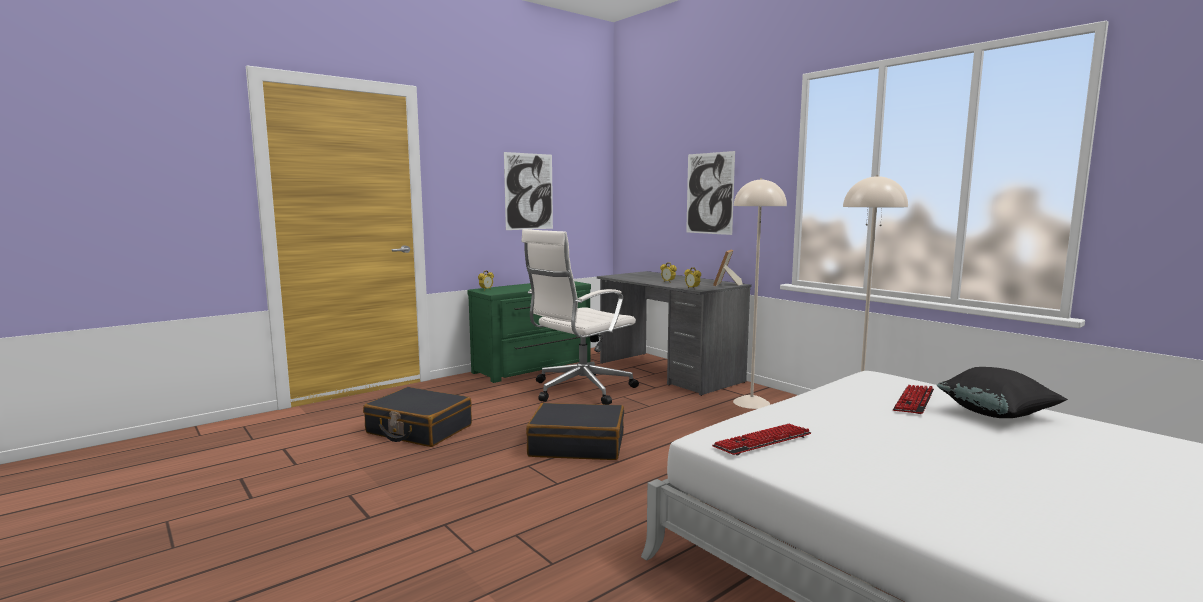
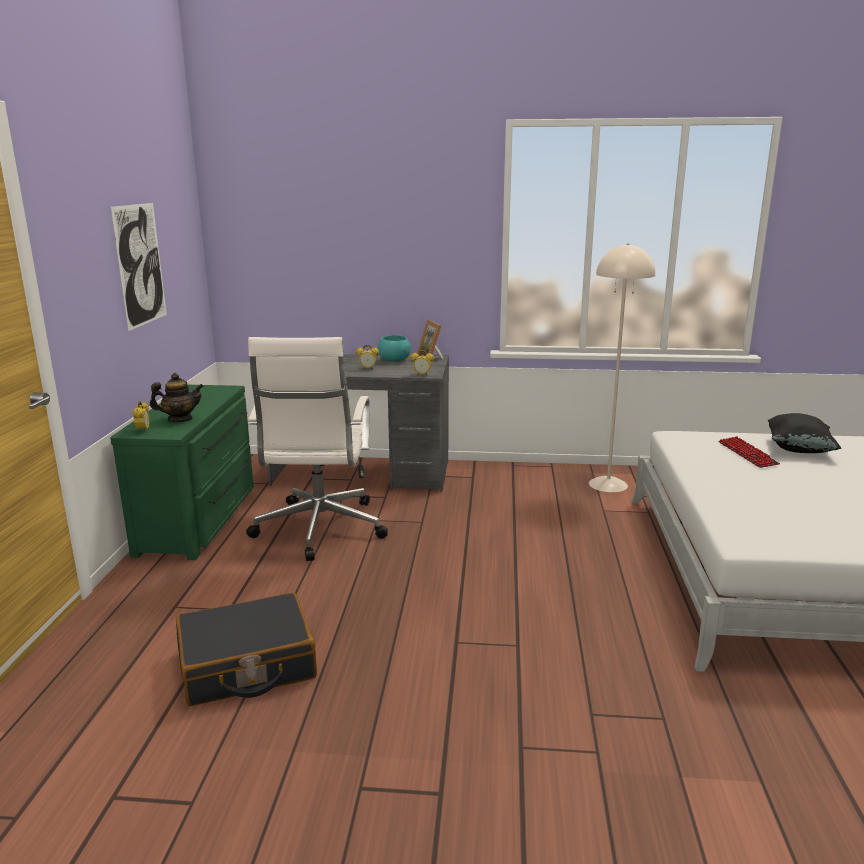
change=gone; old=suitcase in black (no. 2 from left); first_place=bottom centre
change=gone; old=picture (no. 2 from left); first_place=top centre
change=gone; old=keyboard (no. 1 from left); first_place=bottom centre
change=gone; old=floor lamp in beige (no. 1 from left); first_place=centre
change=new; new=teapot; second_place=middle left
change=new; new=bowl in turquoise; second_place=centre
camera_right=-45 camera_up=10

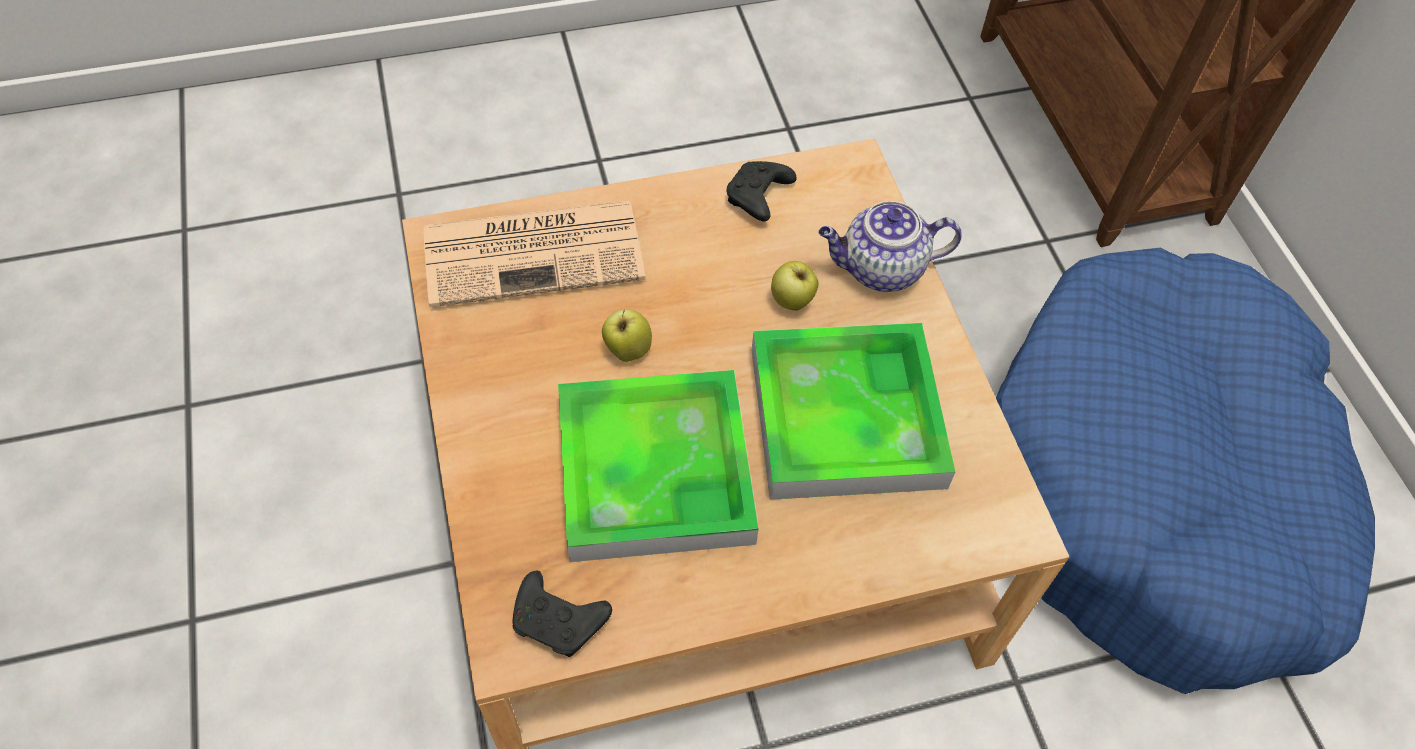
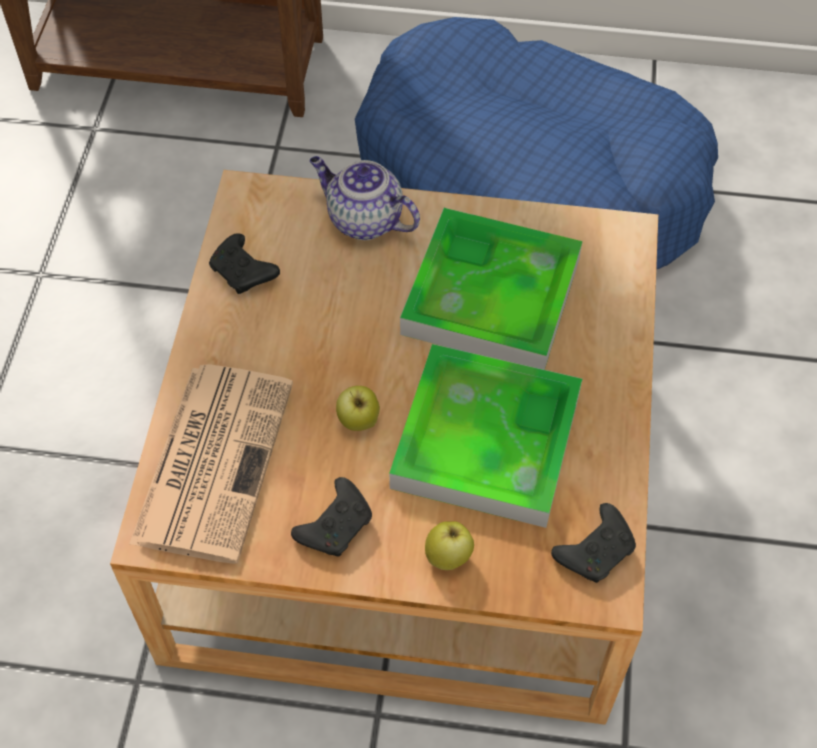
change=new; new=game controller in black (no. 2 from left); second_place=bottom centre
change=shifted; old=apple (no. 2 from left); first_place=centre; second_place=bottom centre
change=rotated; old=teapot; first_place=top centre; second_place=top centre; degrees=105
camera_right=-65 camera_up=0

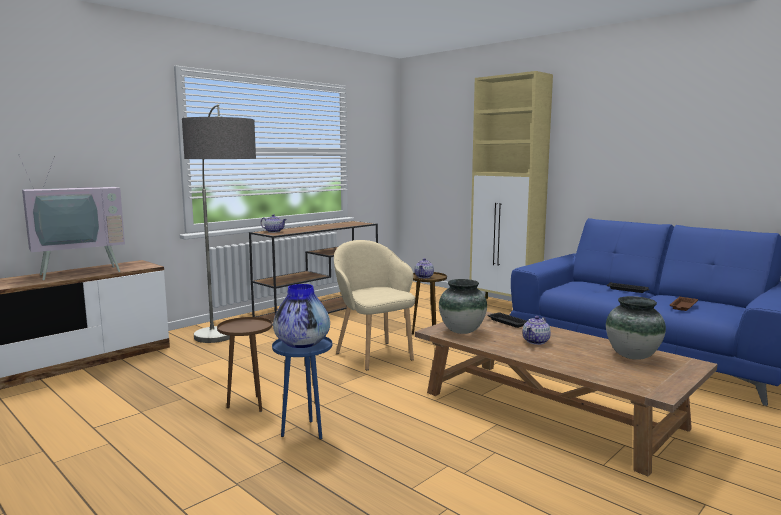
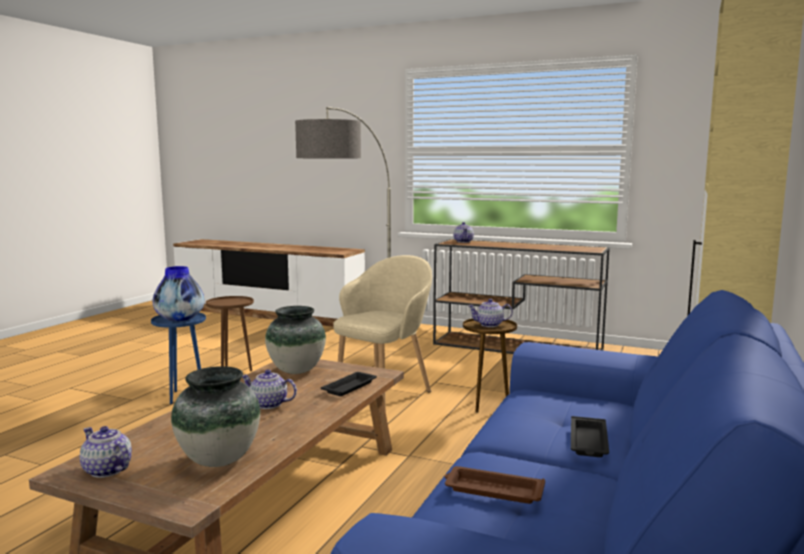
change=gone; old=television; first_place=middle left
change=new; new=teapot (no. 1 from left); second_place=bottom left
camera_right=70 camera_up=0

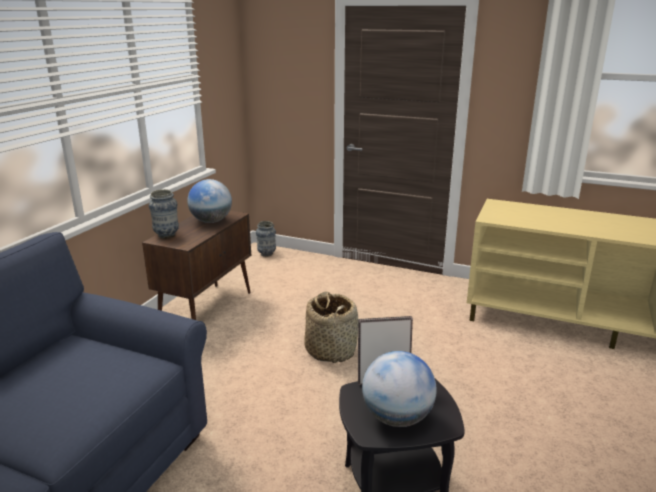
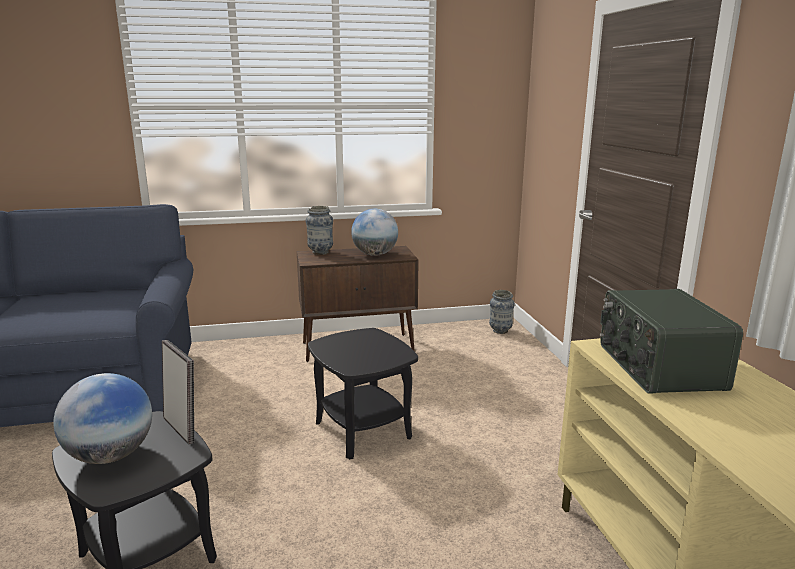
change=new; new=radio; second_place=middle right
change=swapped; old=basket; new=side table in black (no. 2 from left); first_place=centre; second_place=bottom centre
camera_right=55 camera_up=-5

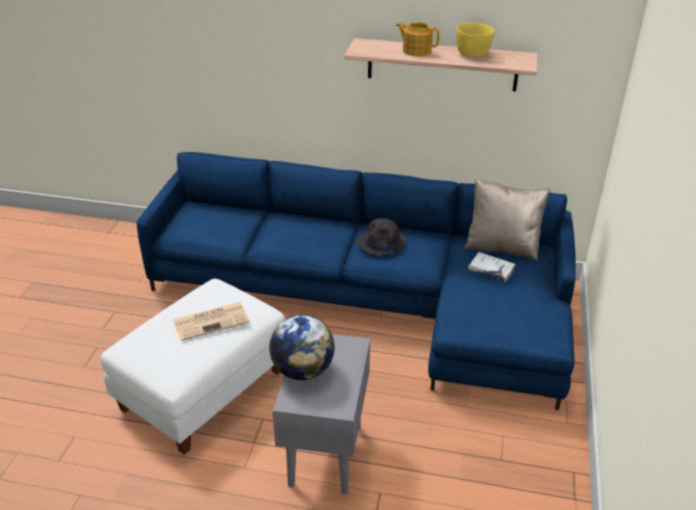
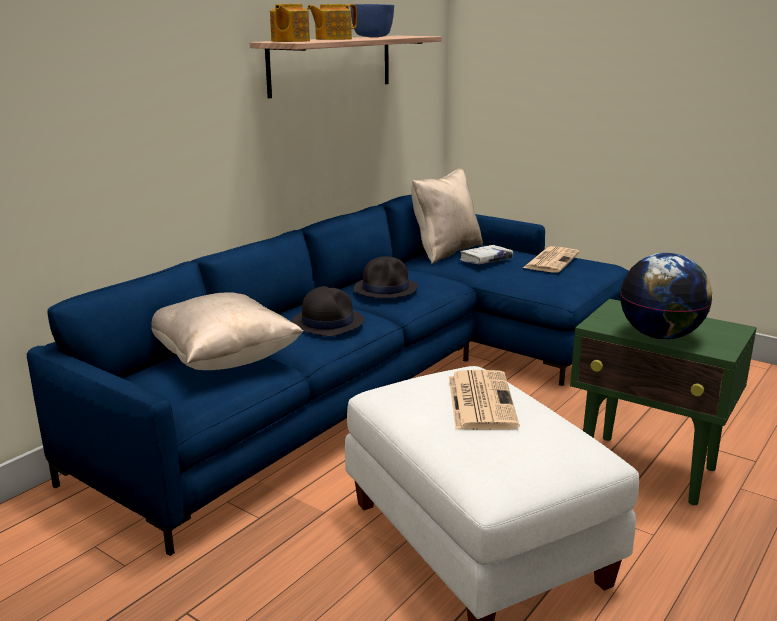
change=new; new=pillow in beige (no. 1 from left); second_place=middle left
change=new; new=teapot (no. 1 from left); second_place=top centre
change=new; new=hat in black (no. 1 from left); second_place=centre
change=new; new=newspaper (no. 2 from left); second_place=middle right
change=repainted; old=side table in grey; new=side table in green; first_place=bottom centre; second_place=middle right
change=repainted; old=bowl in yellow; new=bowl in blue; first_place=top right; second_place=top centre
camera_right=-65 camera_up=-15

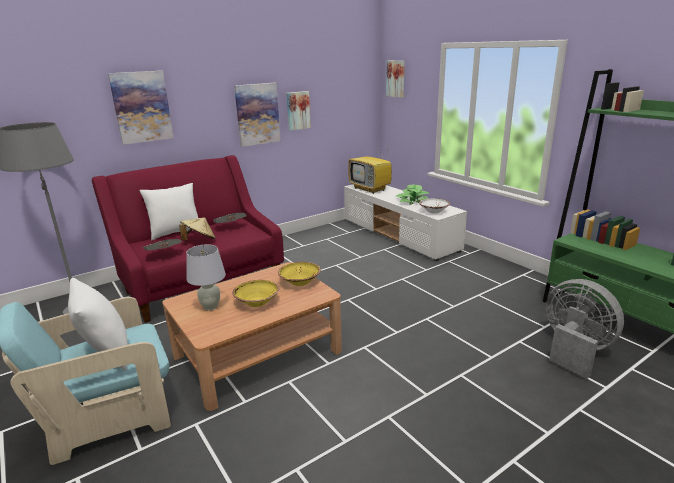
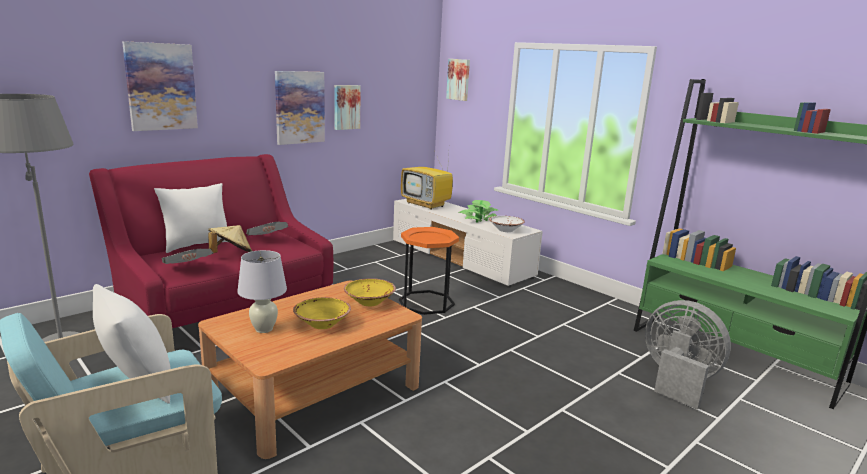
change=new; new=side table in orange; second_place=centre
camera_right=-10 camera_up=-5

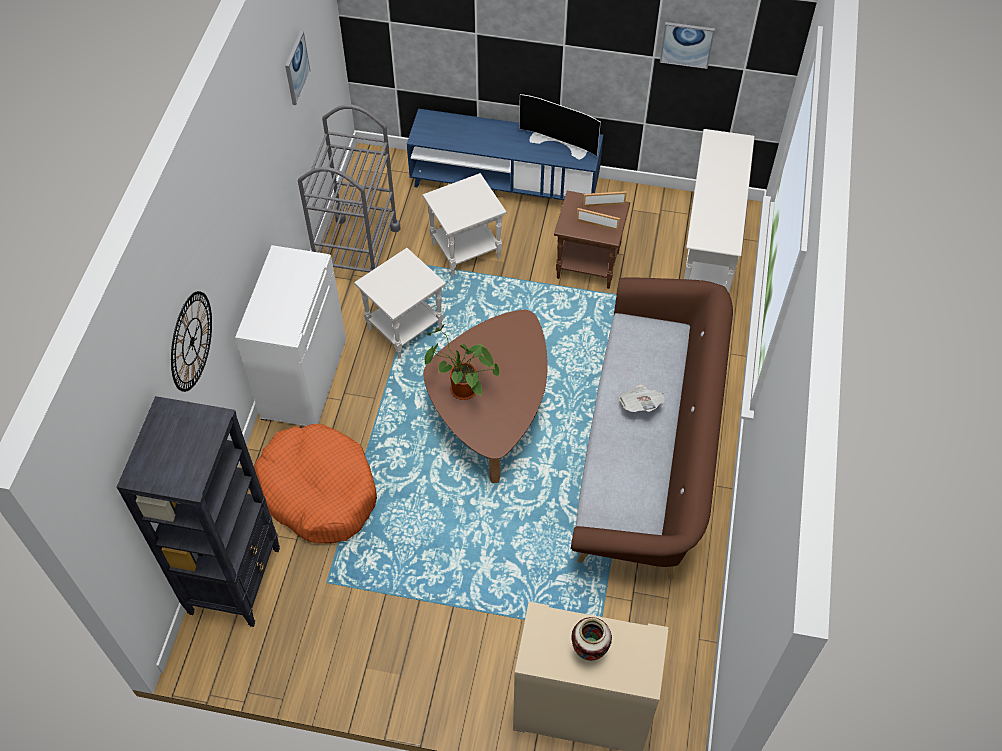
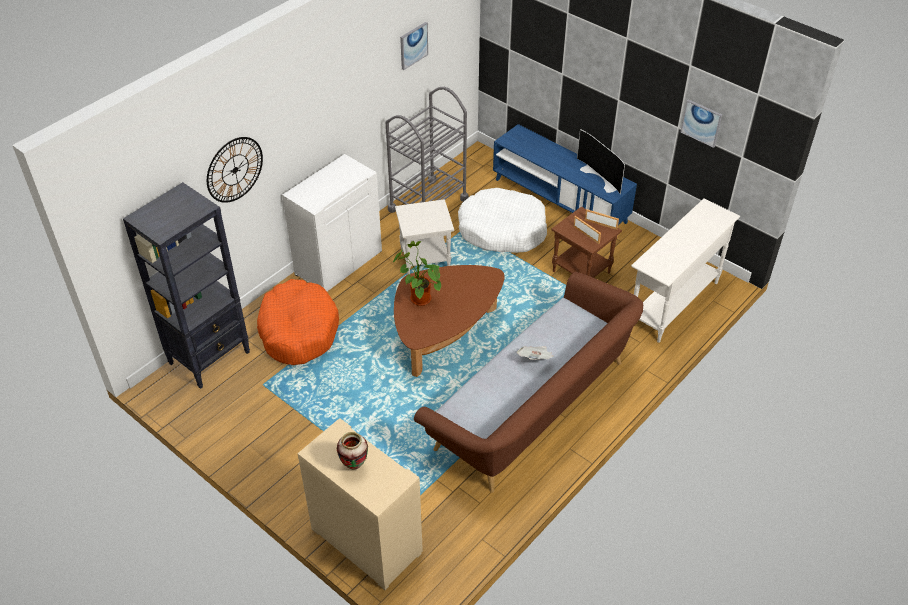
change=swapped; old=side table in white (no. 2 from left); new=dog bed in white; first_place=top centre; second_place=centre
camera_right=30 camera_up=-10

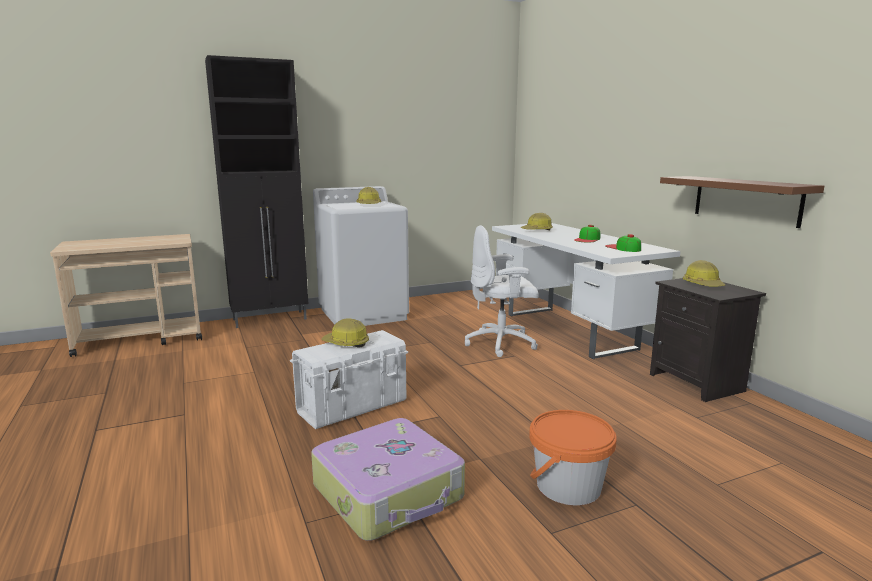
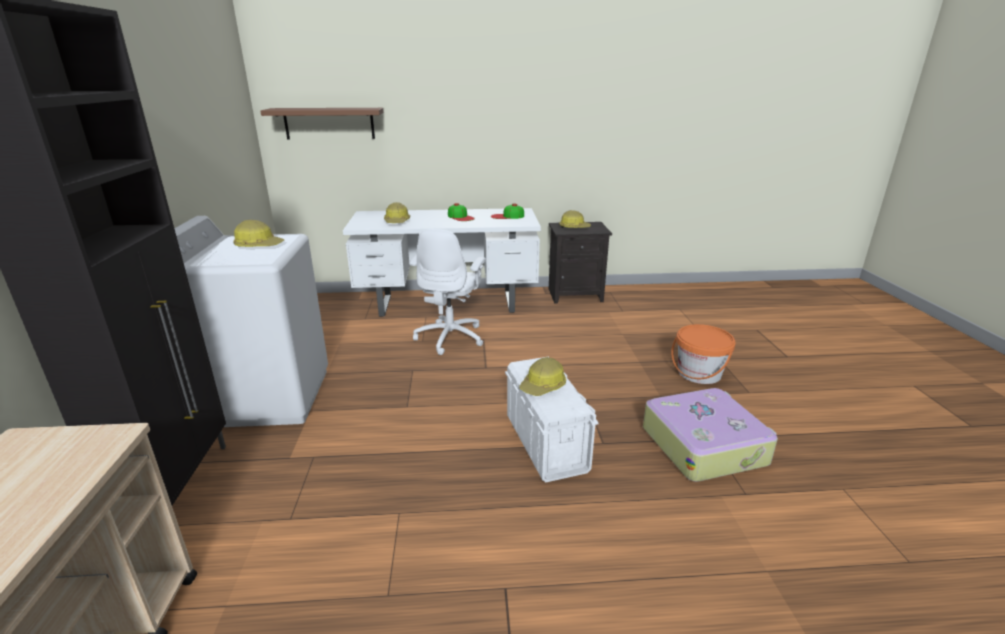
change=shifted; old=shelf in brown; first_place=middle right; second_place=top left
camera_right=-70 camera_up=10

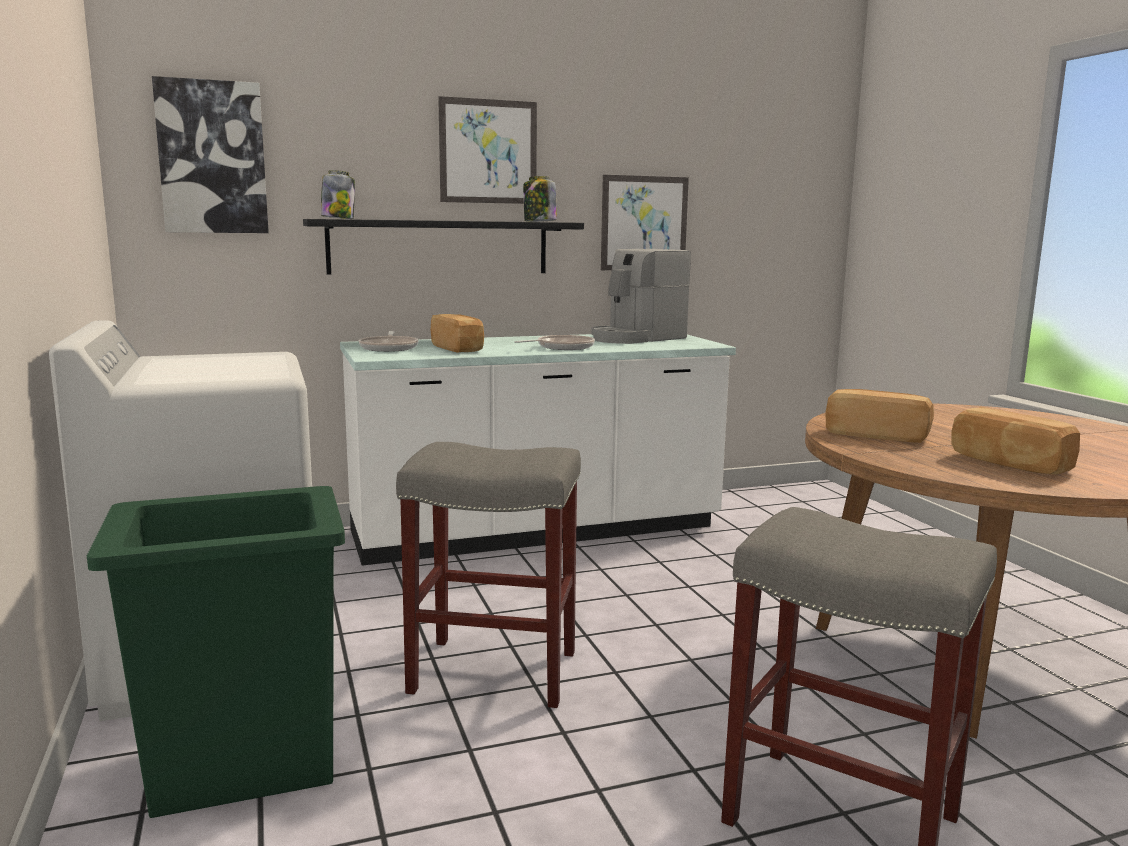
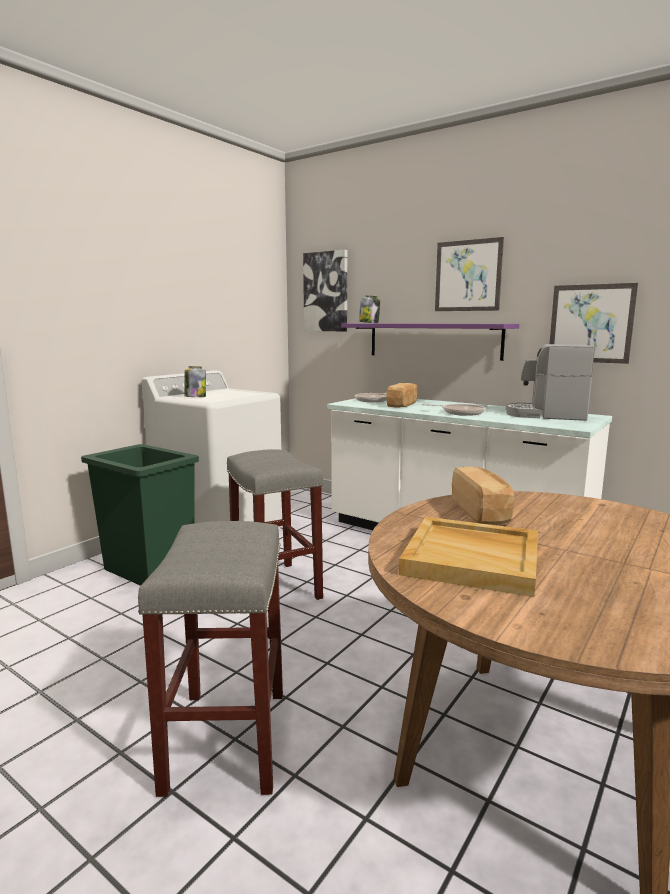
change=shifted; old=jar (no. 2 from left in the first image); new=jar (no. 1 from left); first_place=top centre; second_place=middle left
change=swapped; old=bread (no. 3 from left); new=tray in beige; first_place=middle right; second_place=middle right
change=repainted; old=shelf in black; new=shelf in purple; first_place=top centre; second_place=centre
camera_right=55 camera_up=0

